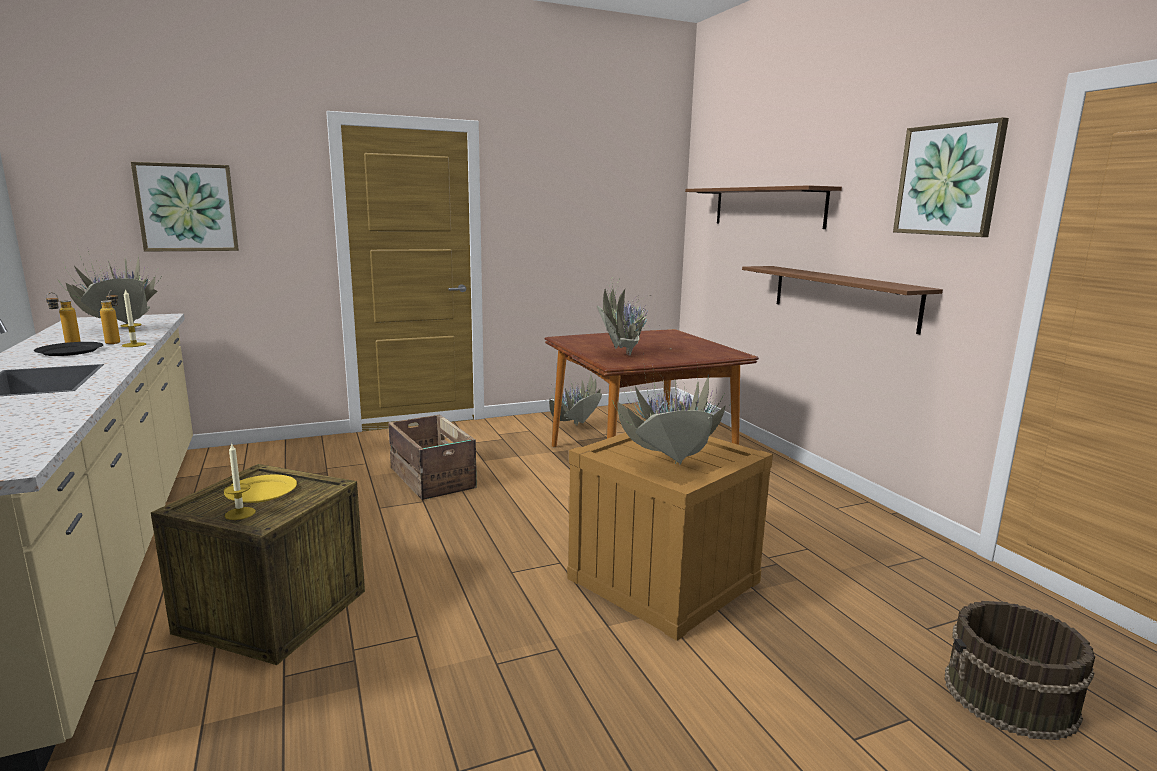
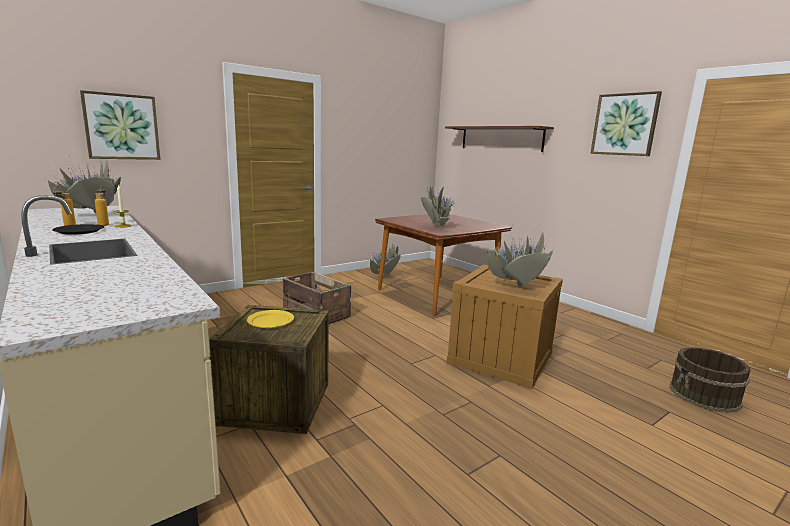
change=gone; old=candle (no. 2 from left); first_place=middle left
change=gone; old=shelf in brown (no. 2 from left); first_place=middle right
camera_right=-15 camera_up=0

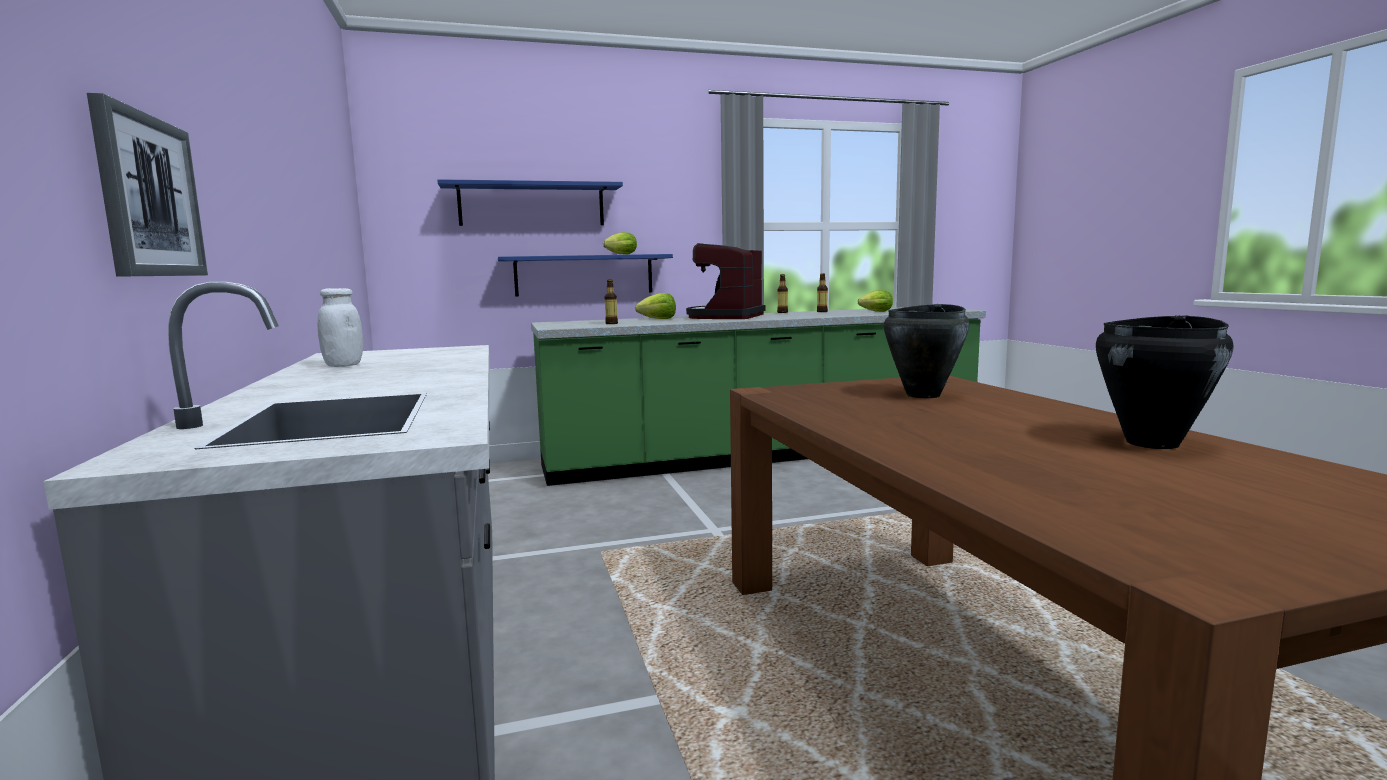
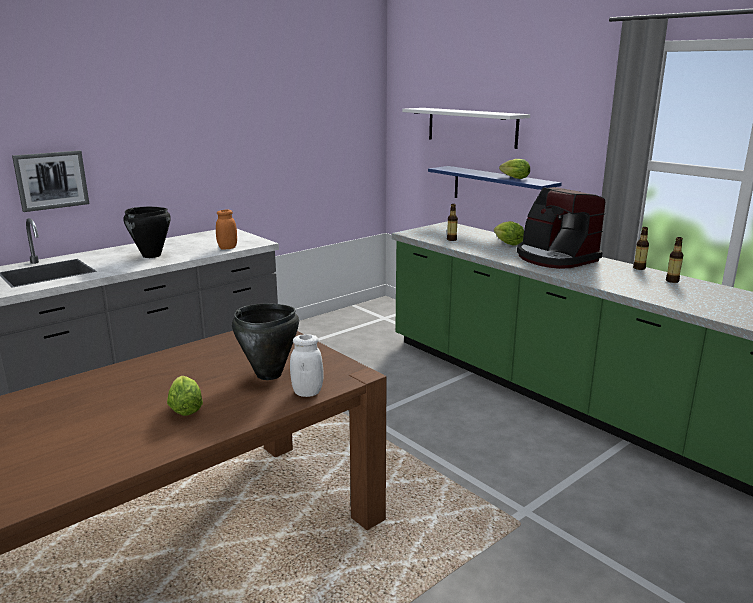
change=new; new=jar in orange; second_place=middle left
change=shifted; old=jar in white; first_place=middle left; second_place=centre
change=shifted; old=lettuce (no. 3 from left in the first image); new=lettuce (no. 1 from left); first_place=centre; second_place=middle left
change=shifted; old=cooking pot in black (no. 2 from left in the first image); new=cooking pot in black (no. 1 from left); first_place=middle right; second_place=middle left
change=repainted; old=shelf in blue (no. 1 from left); new=shelf in white; first_place=top centre; second_place=top centre
change=rotated; old=coffee machine; first_place=centre; second_place=middle right; degrees=-120
camera_right=65 camera_up=10

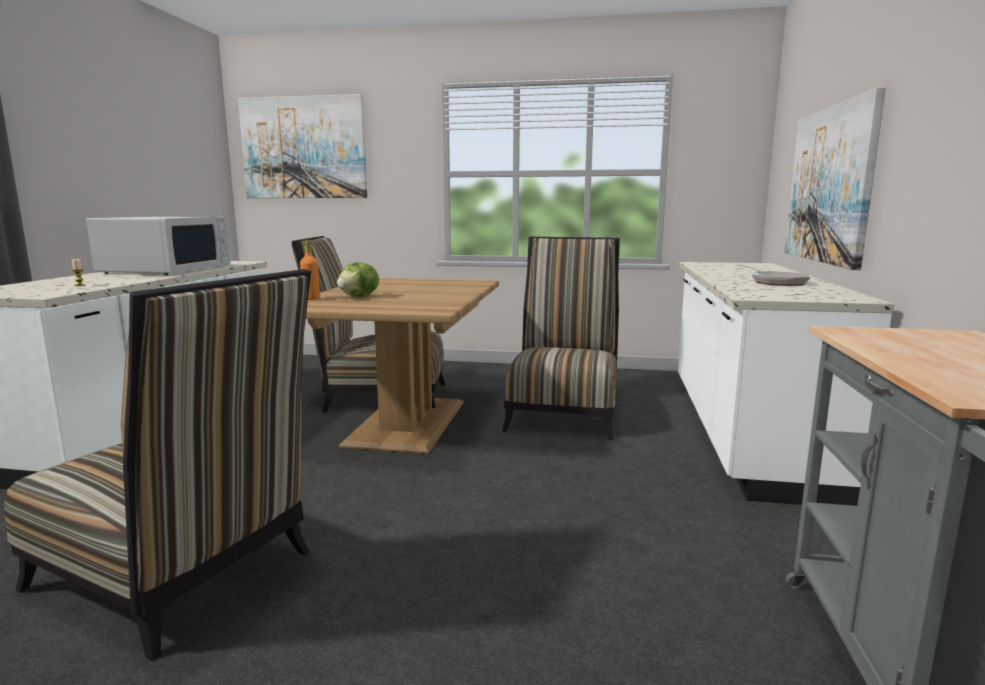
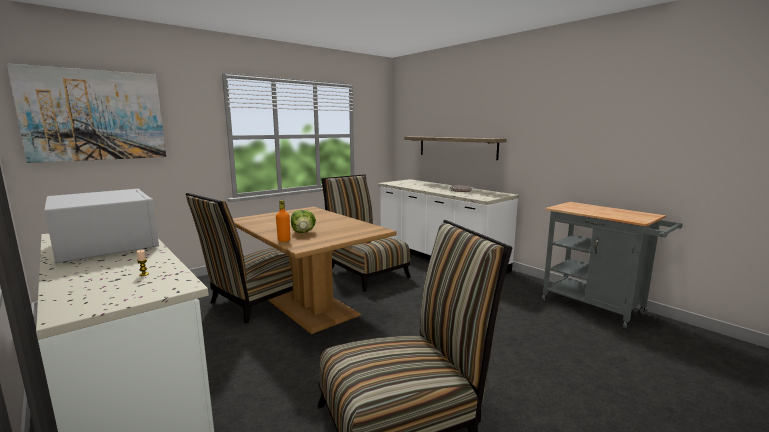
change=swapped; old=picture (no. 2 from left); new=shelf; first_place=top right; second_place=centre
camera_right=-50 camera_up=0

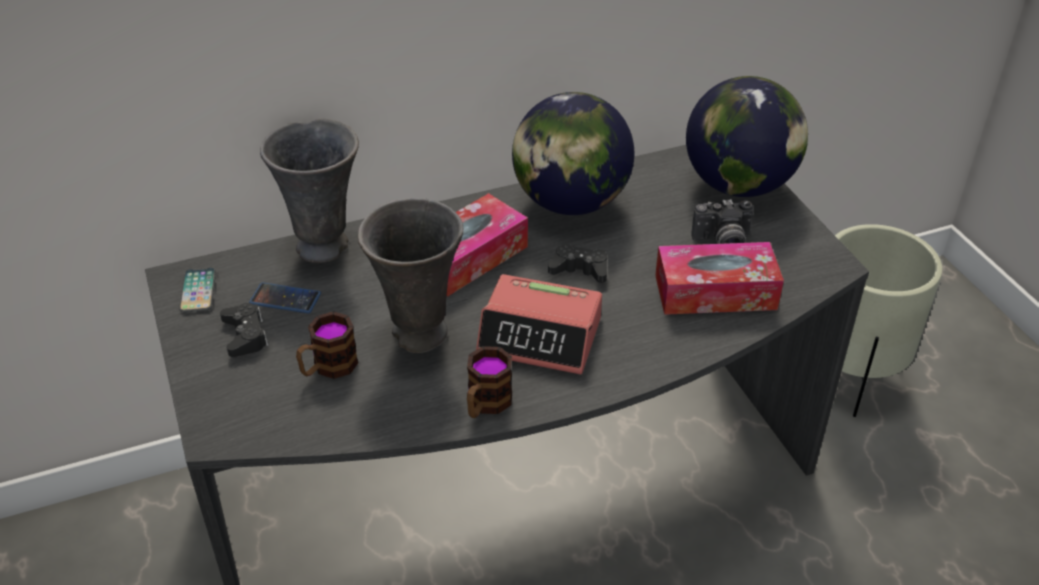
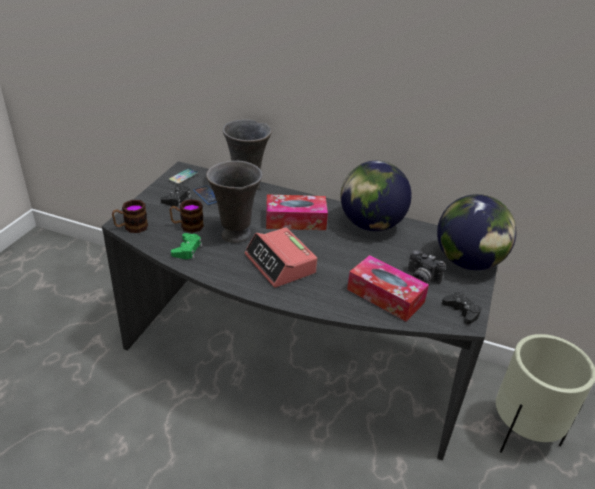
change=new; new=game controller in green; second_place=middle left
change=shifted; old=mug (no. 2 from left in the first image); new=mug (no. 1 from left); first_place=centre; second_place=middle left
change=shifted; old=game controller in black (no. 2 from left); first_place=centre; second_place=middle right
camera_right=40 camera_up=-5

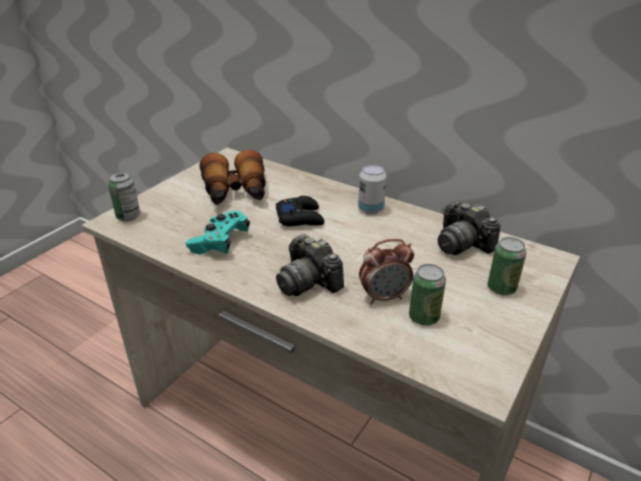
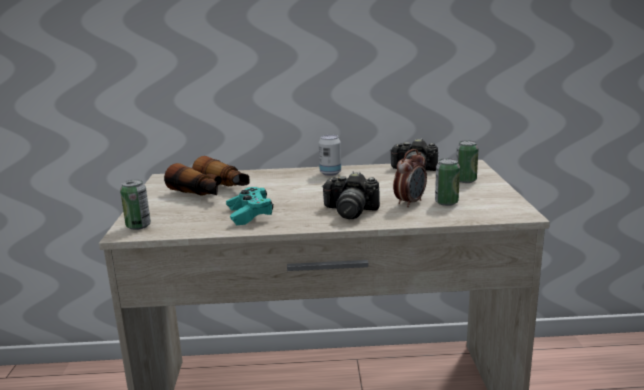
change=gone; old=game controller in black; first_place=centre
camera_right=-35 camera_up=-15

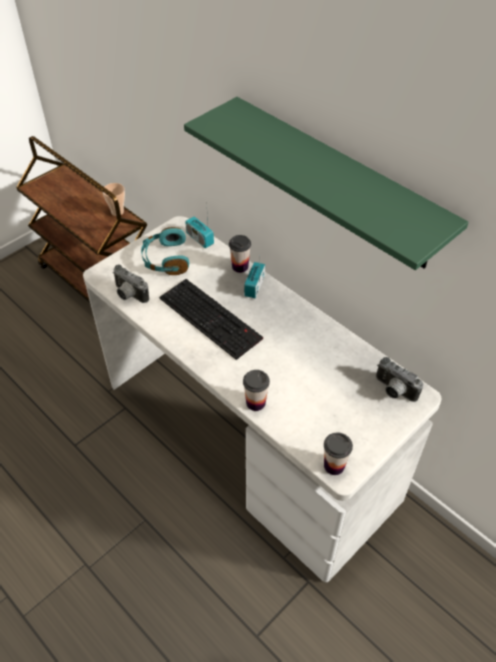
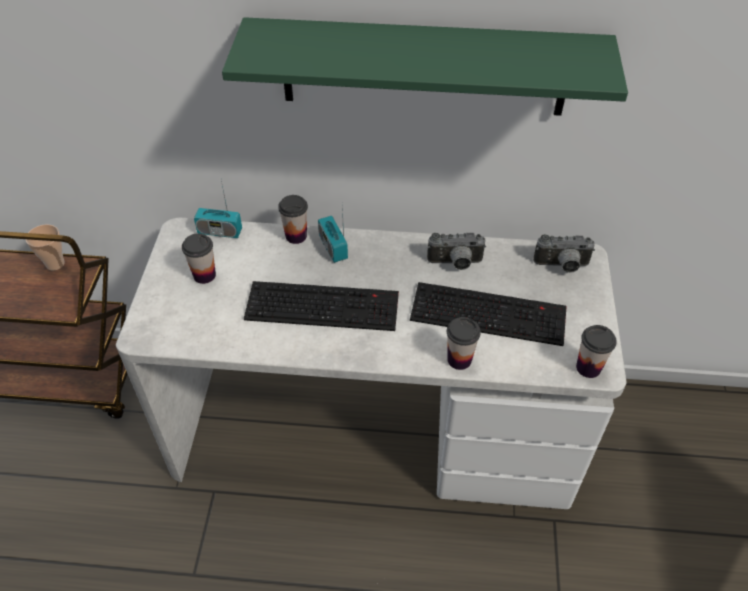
change=new; new=keyboard (no. 2 from left); second_place=centre
change=shifted; old=photo camera (no. 1 from left); first_place=middle left; second_place=centre
change=swapped; old=headphones in turquoise; new=cup (no. 2 from left); first_place=middle left; second_place=middle left
camera_right=-40 camera_up=0

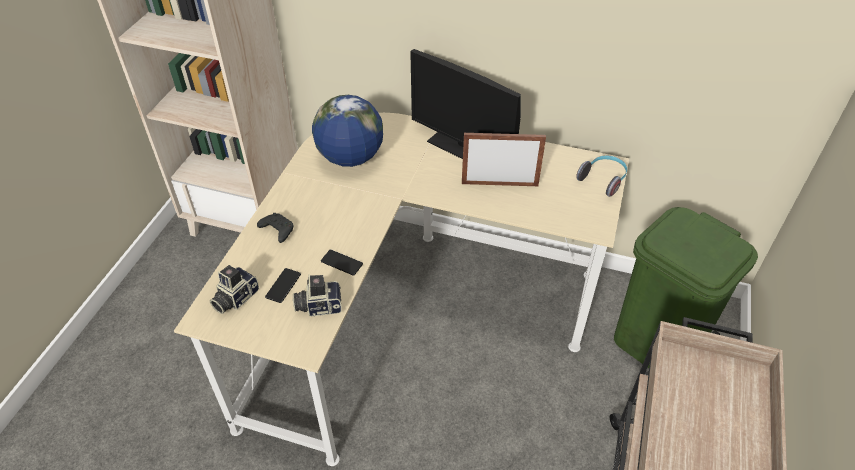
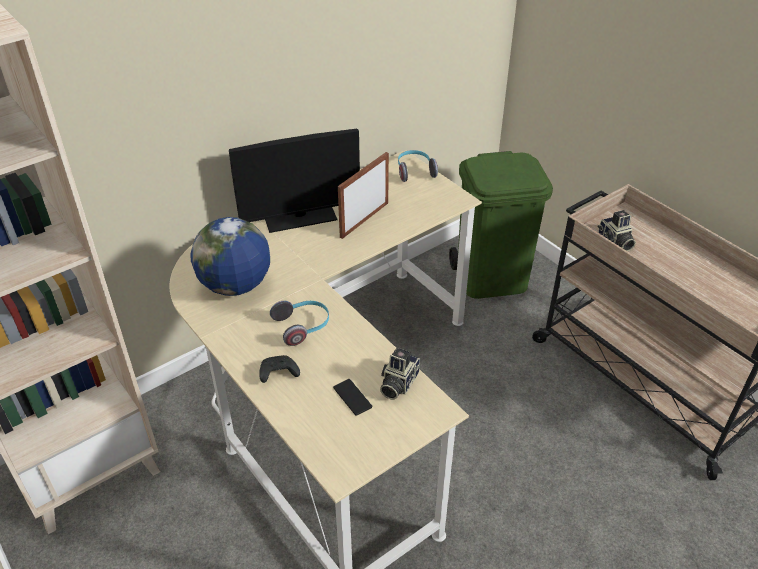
change=gone; old=phone (no. 2 from left); first_place=centre
change=new; new=headphones (no. 1 from left); second_place=centre
change=shifted; old=photo camera (no. 1 from left in the first image); new=photo camera (no. 2 from left); first_place=middle left; second_place=middle right
camera_right=-55 camera_up=-5

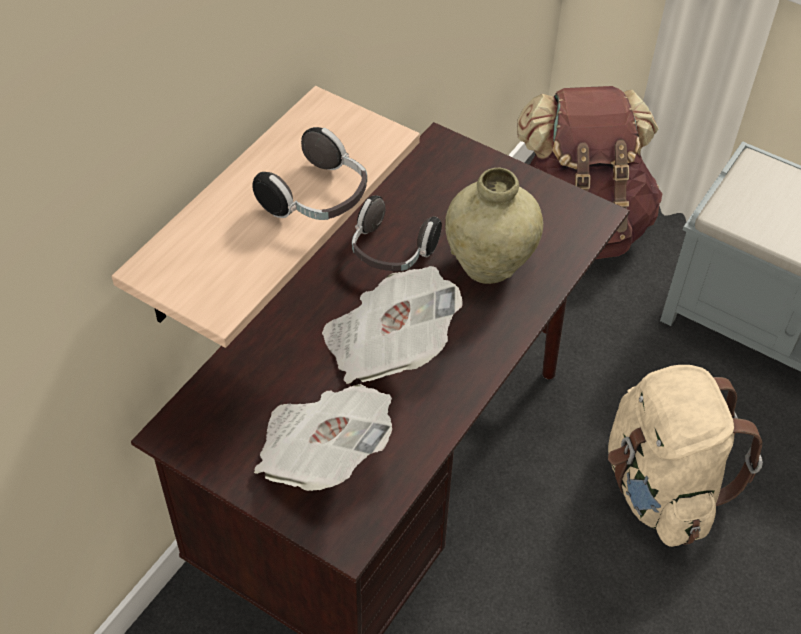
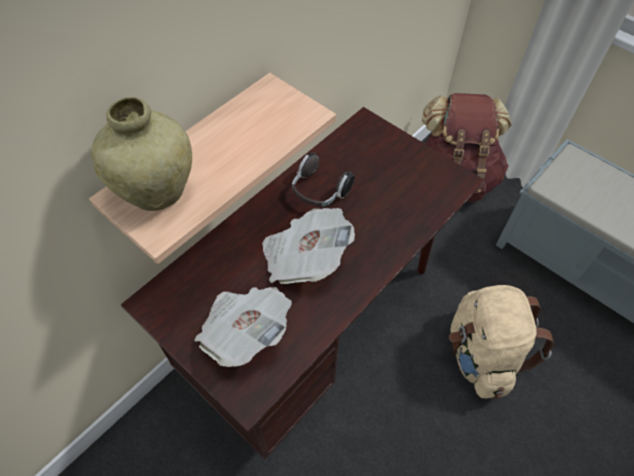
change=gone; old=headphones (no. 1 from left); first_place=top centre
change=shifted; old=vase in beige; first_place=centre; second_place=top left
camera_right=10 camera_up=5

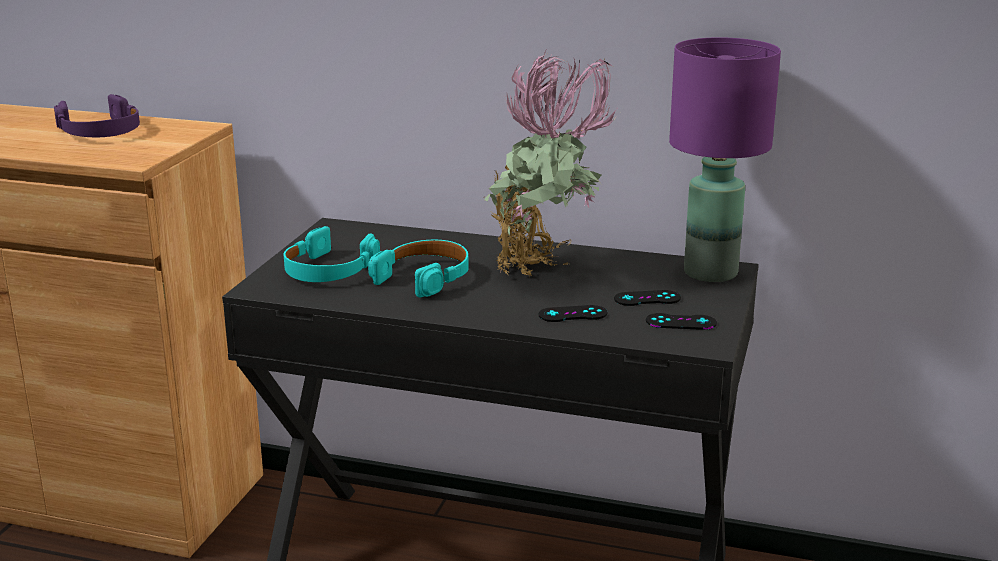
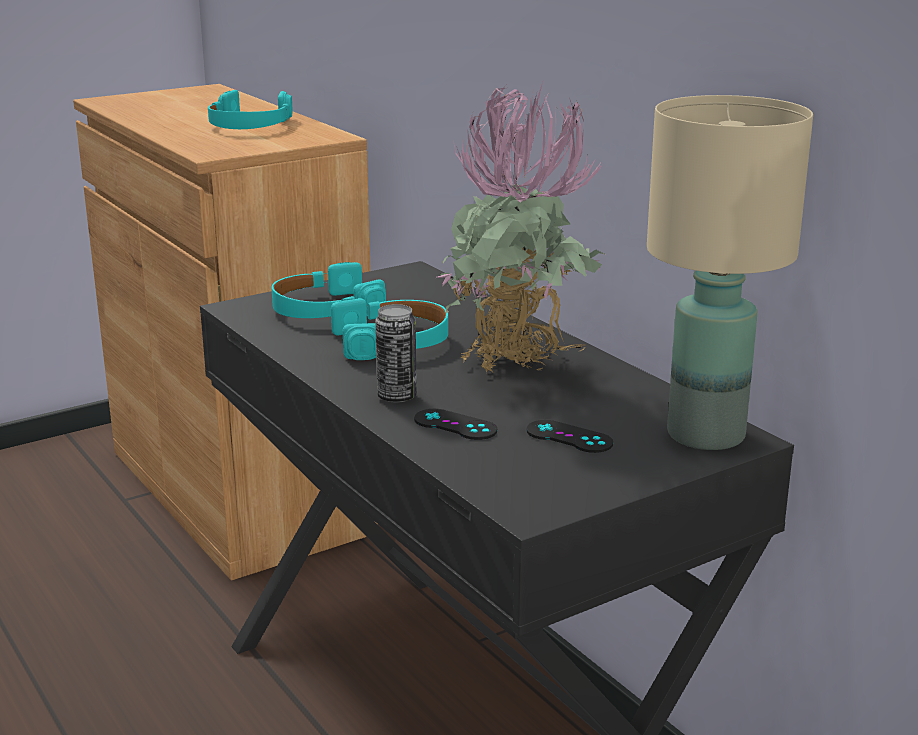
change=gone; old=game controller in black (no. 3 from left); first_place=middle right
change=new; new=can; second_place=centre
change=repainted; old=headphones in purple; new=headphones in turquoise (no. 1 from left); first_place=top left; second_place=top left
change=repainted; old=table lamp in purple; new=table lamp in beige; first_place=top right; second_place=middle right
camera_right=40 camera_up=0

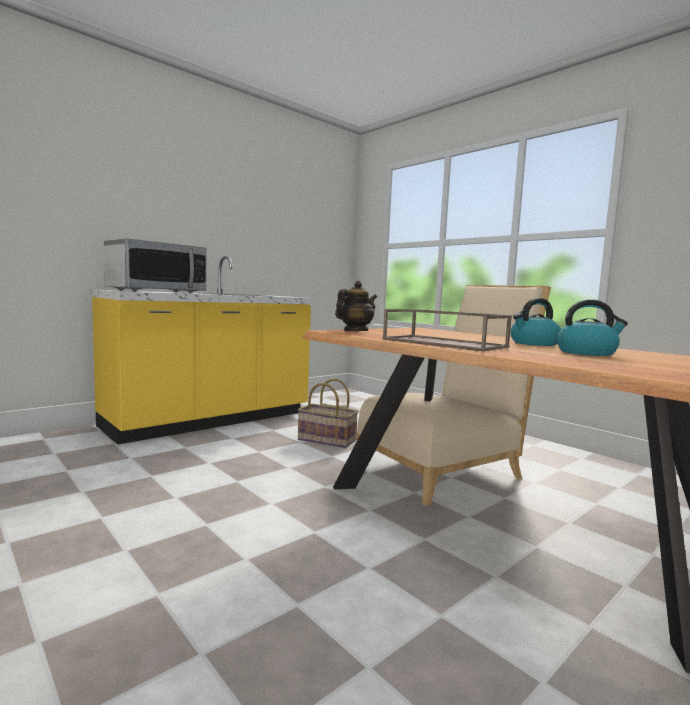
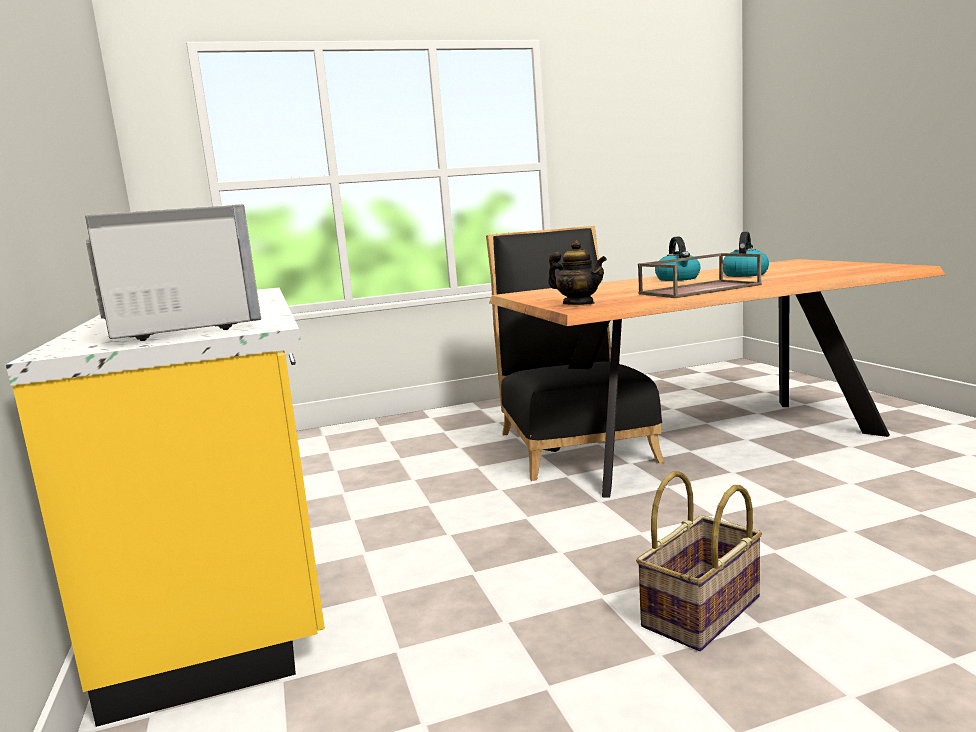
change=shifted; old=basket; first_place=centre; second_place=bottom right
change=repainted; old=chair in beige; new=chair in black; first_place=centre; second_place=centre
change=rotated; old=teapot; first_place=centre; second_place=centre; degrees=150
camera_right=-65 camera_up=5

